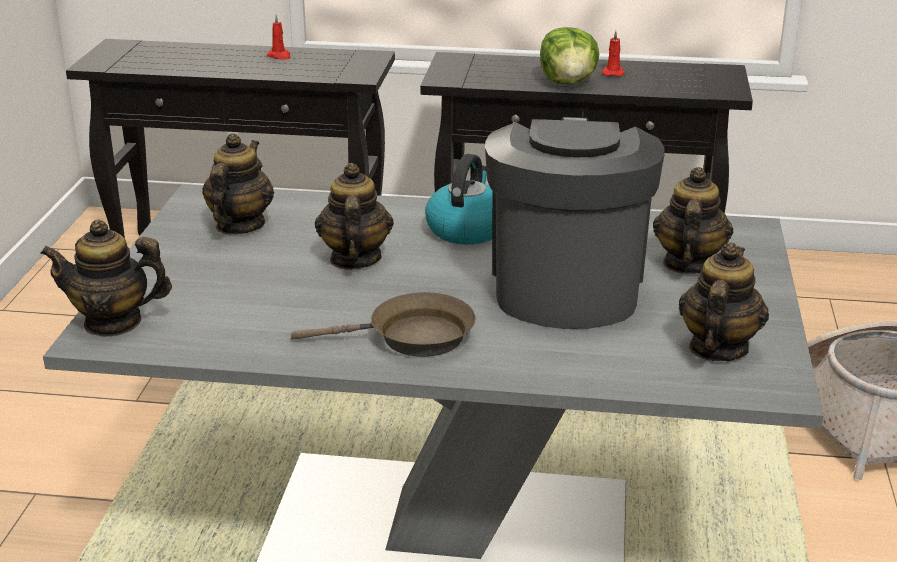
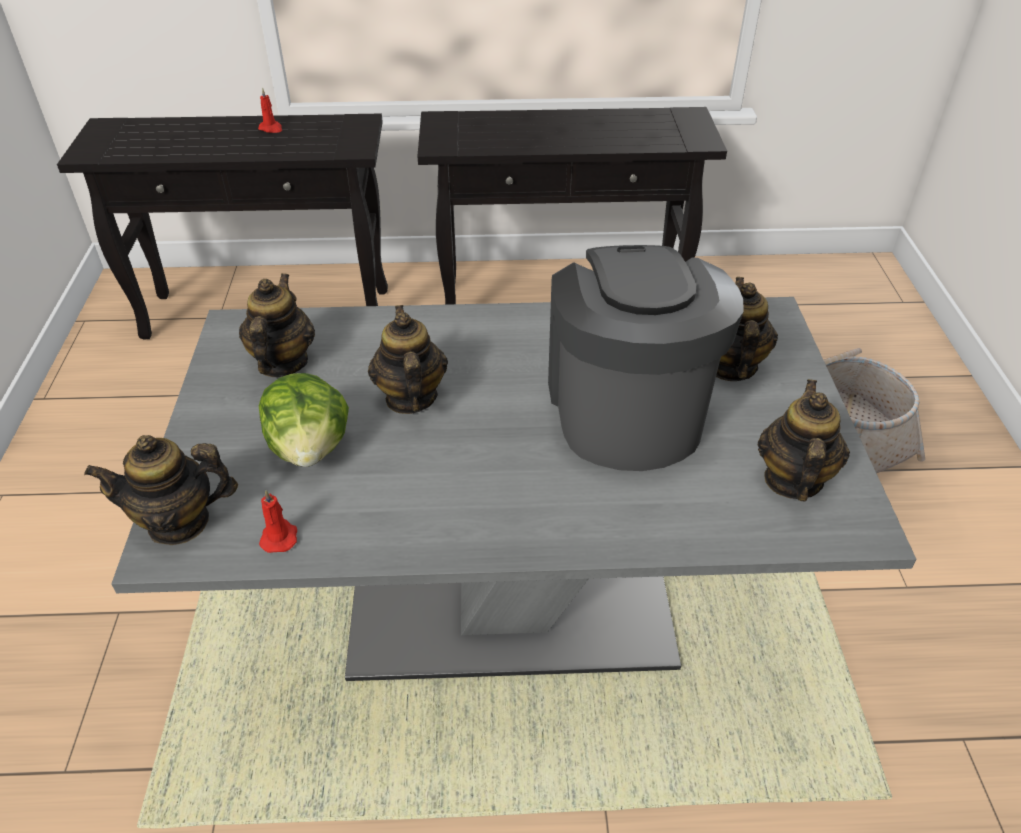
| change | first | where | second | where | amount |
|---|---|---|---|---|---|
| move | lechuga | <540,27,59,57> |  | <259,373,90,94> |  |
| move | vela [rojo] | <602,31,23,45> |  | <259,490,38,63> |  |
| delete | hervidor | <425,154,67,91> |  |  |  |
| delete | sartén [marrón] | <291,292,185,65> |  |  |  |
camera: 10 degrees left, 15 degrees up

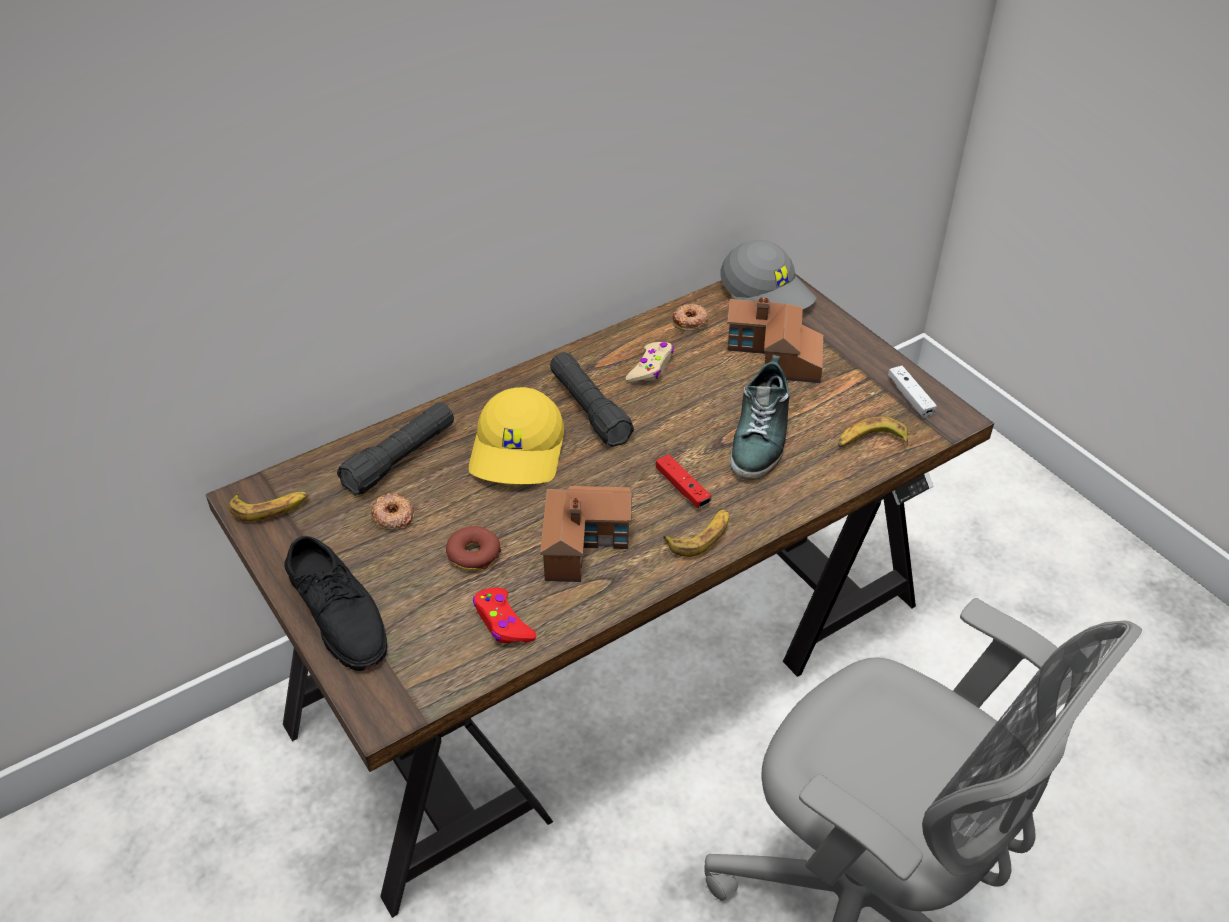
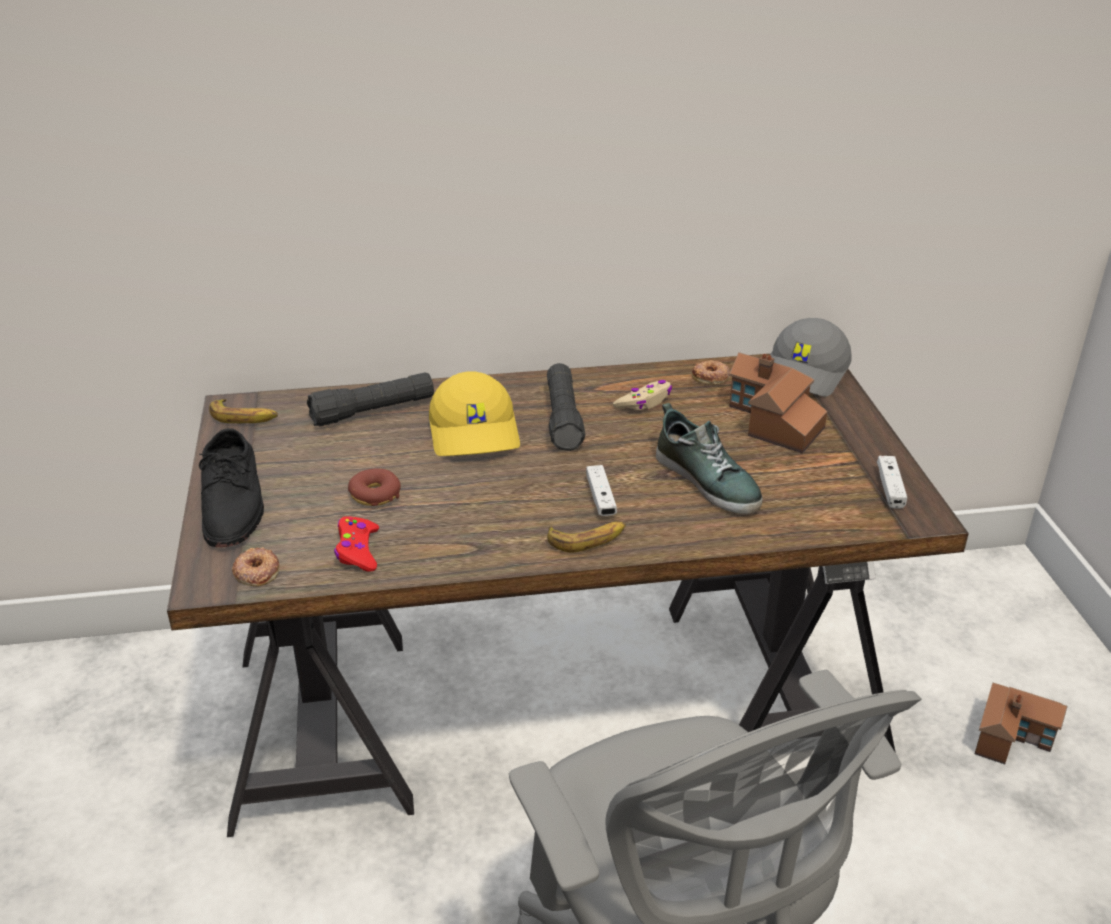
| change | first | where | second | where | amount |
|---|---|---|---|---|---|
| rotate | gorra [gris] | <720,240,96,70> |  | <770,318,81,79> | 45 degrees clockwise |
| rotate | zapato | <730,355,60,125> |  | <656,403,106,111> | 75 degrees counterclockwise |
| rotate | gorra [amarillo] | <469,387,95,98> |  | <429,372,91,84> | 45 degrees counterclockwise |
| delete | plátano | <838,416,70,32> |  |  |  |
| recolor | mando de consola [rojo] | <656,454,55,54> | mando de consola [blanco] | <586,465,31,51> |  |
| move | casita | <540,486,92,96> |  | <975,682,93,82> |  |
| move | rosquilla | <371,493,43,37> |  | <232,547,47,40> |  |
camera: 25 degrees right, 10 degrees down

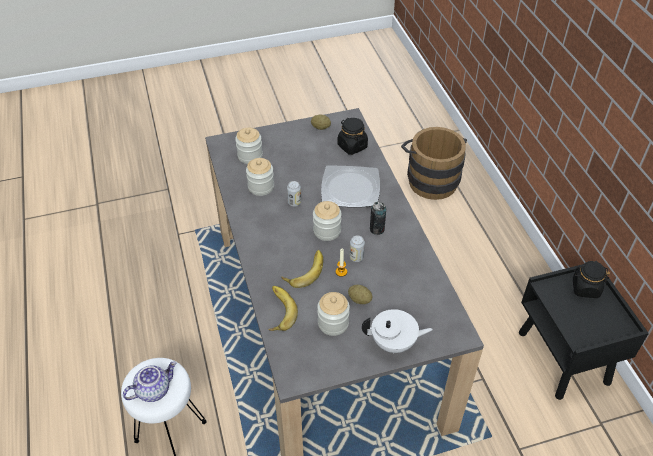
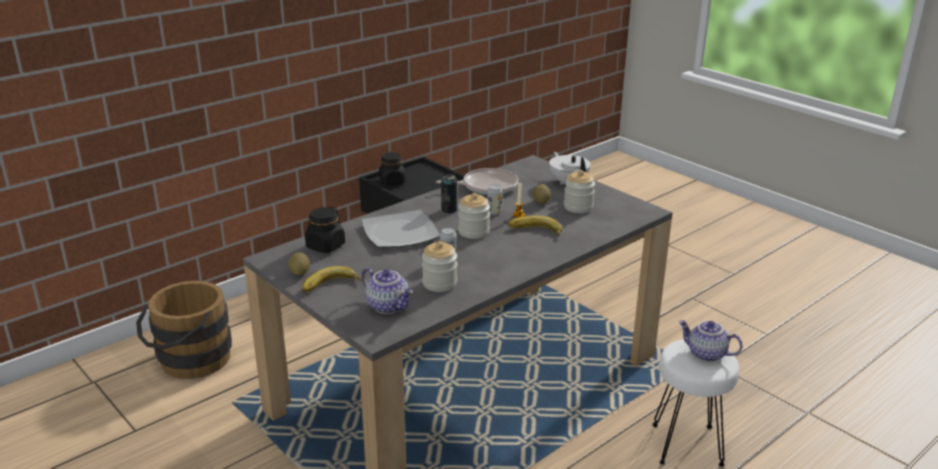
| change | first | where | second | where | amount |
|---|---|---|---|---|---|
| replace | tarro | <235,128,28,36> | tetera | <362,267,51,47> |  |
| move | plátano | <268,286,30,45> |  | <302,266,60,26> |  |
| insert |  |  | sartén | <436,168,82,27> |  |
camera: 115 degrees left, 20 degrees down

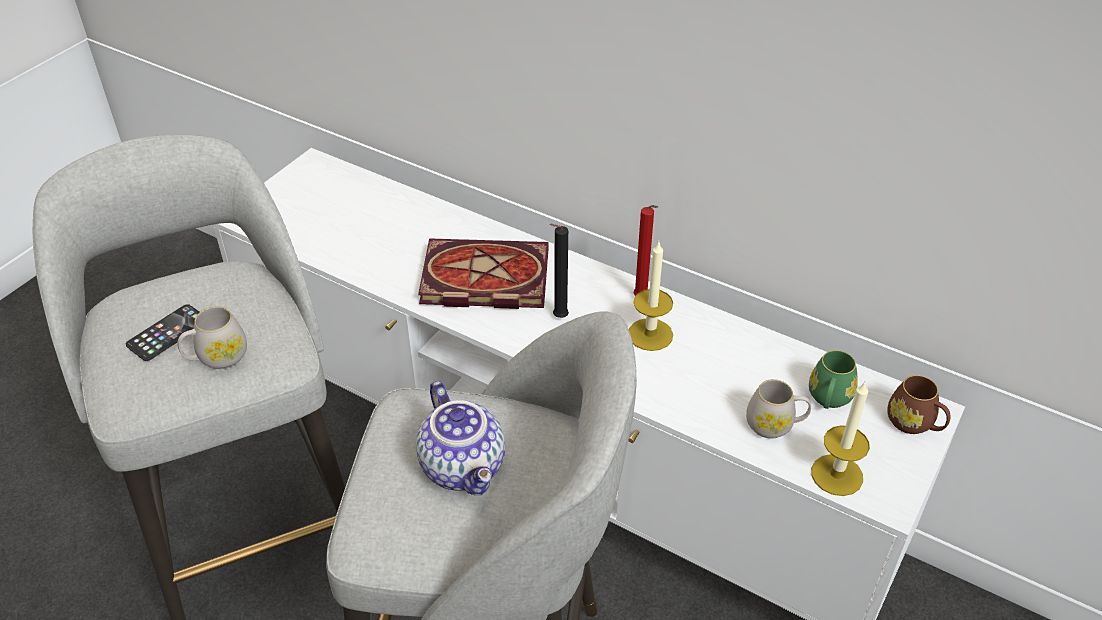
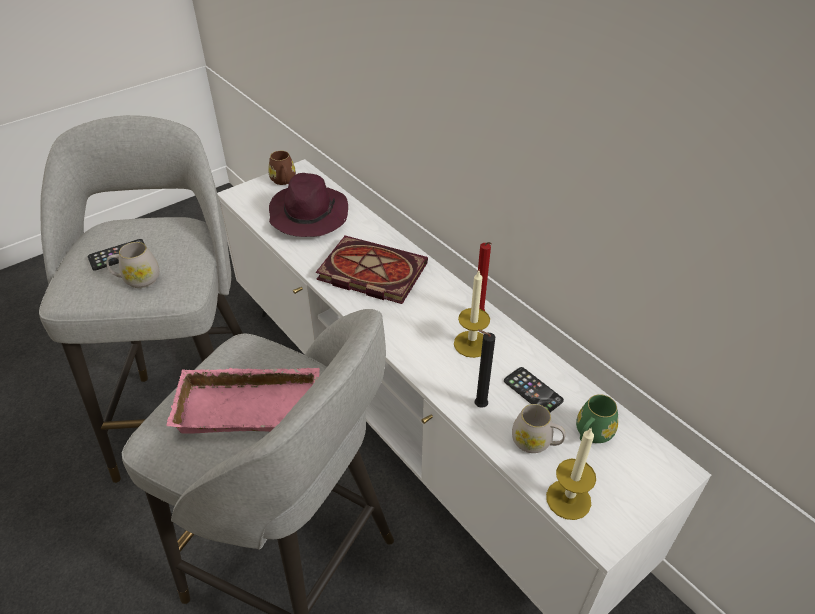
| change | first | where | second | where | amount |
|---|---|---|---|---|---|
| move | vela [negro] | <549,223,20,95> |  | <475,329,20,79> |  |
| move | taza grande [marrón] | <887,375,64,59> |  | <268,151,28,34> |  |
| replace | tetera | <416,381,89,115> | bandeja [rosa] | <166,368,154,66> |  |
| insert |  |  | sombrero [morado] | <269,173,79,64> |  |
| insert |  |  | móvil | <504,367,60,45> |  |
camera: 20 degrees right, 0 degrees up

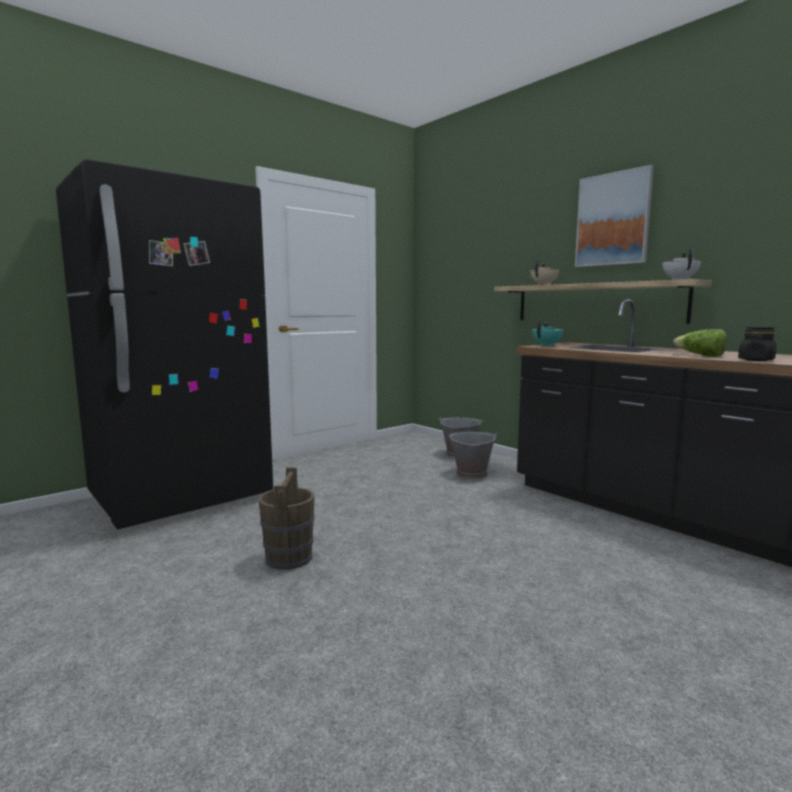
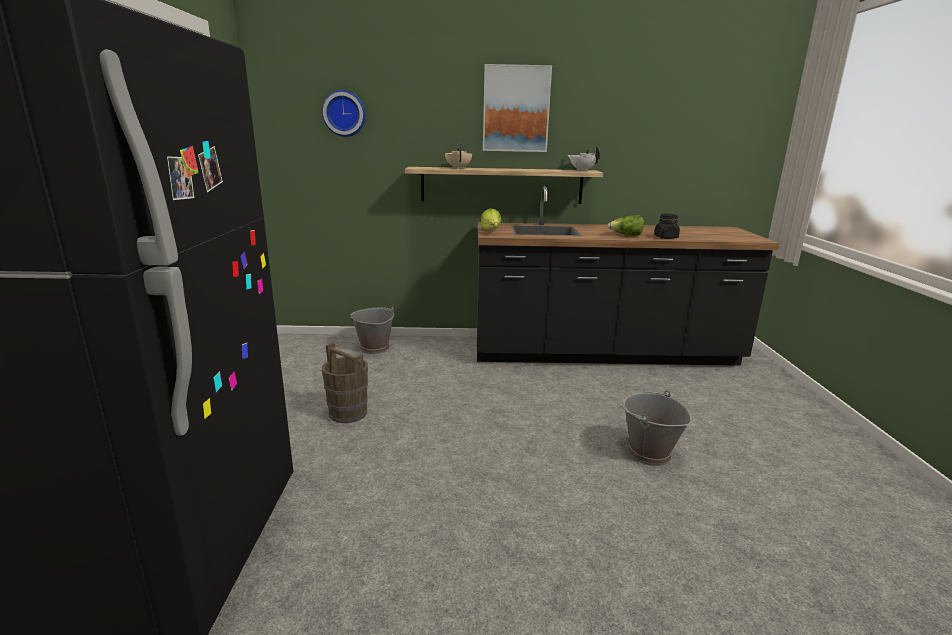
| change | first | where | second | where | amount |
|---|---|---|---|---|---|
| replace | tetera [turquesa] | <532,319,31,27> | lechuga | <480,208,22,23> |  |
| move | cubo [gris] | <448,432,49,47> |  | <622,390,70,76> |  |
| move | cubo [marrón] | <259,467,56,103> |  | <322,343,46,80> |  |
| insert |  |  | reloj de pared | <322,90,44,47> |  |
camera: 50 degrees left, 10 degrees up

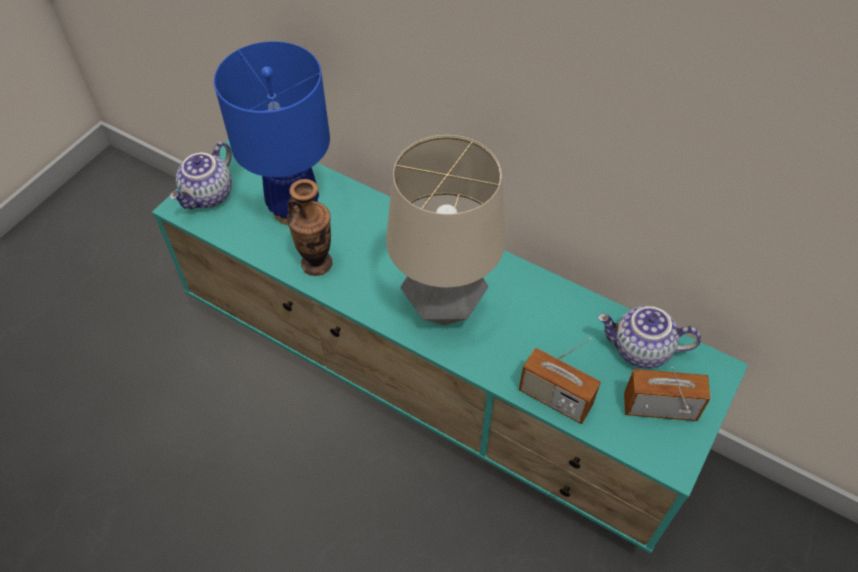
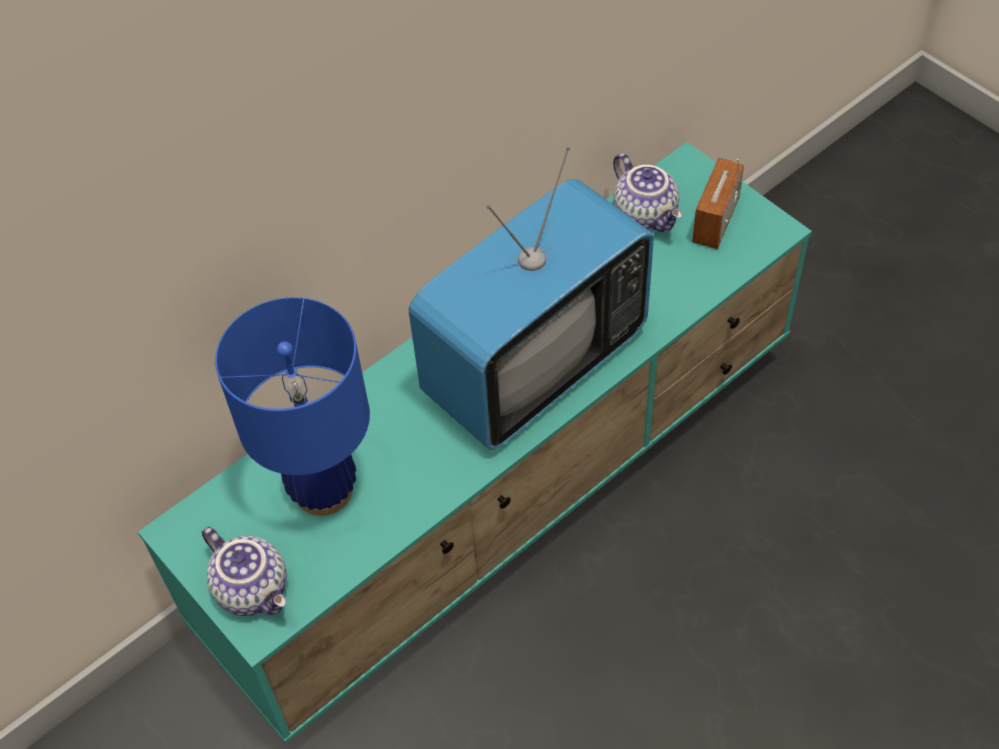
| change | first | where | second | where | amount |
|---|---|---|---|---|---|
| replace | lámpara de mesa | <386,135,119,190> | televisor | <408,147,246,303> |  |
| delete | florero | <287,179,45,97> |  |  |  |
| rotate | tetera | <597,306,104,62> |  | <613,153,69,79> | 60 degrees counterclockwise |
| delete | radio | <519,338,82,86> |  |  |  |
camera: 70 degrees left, 0 degrees up

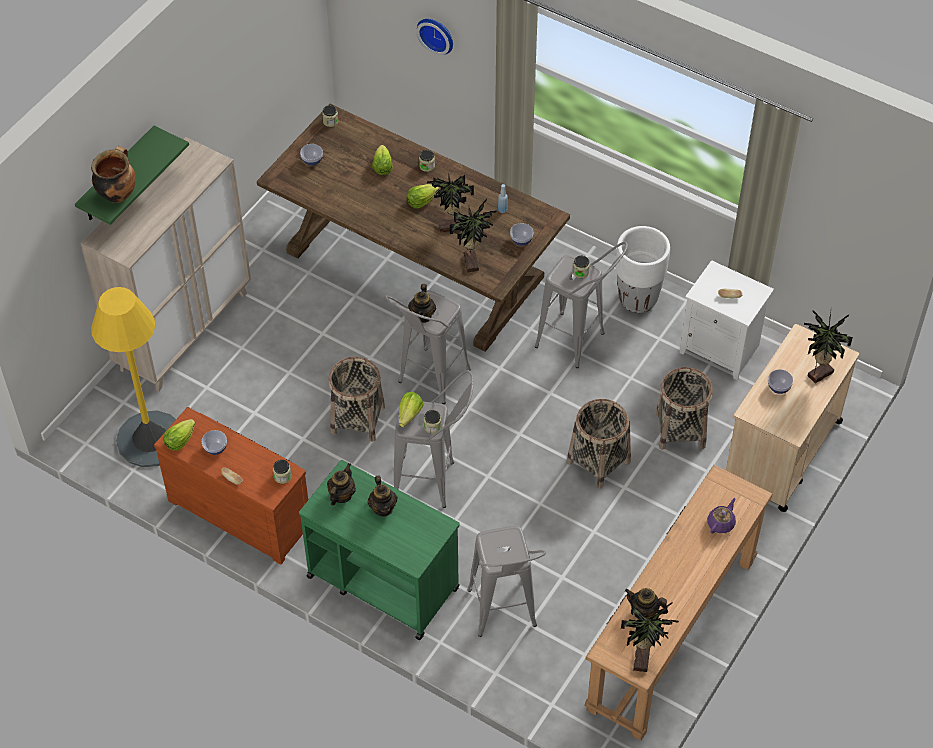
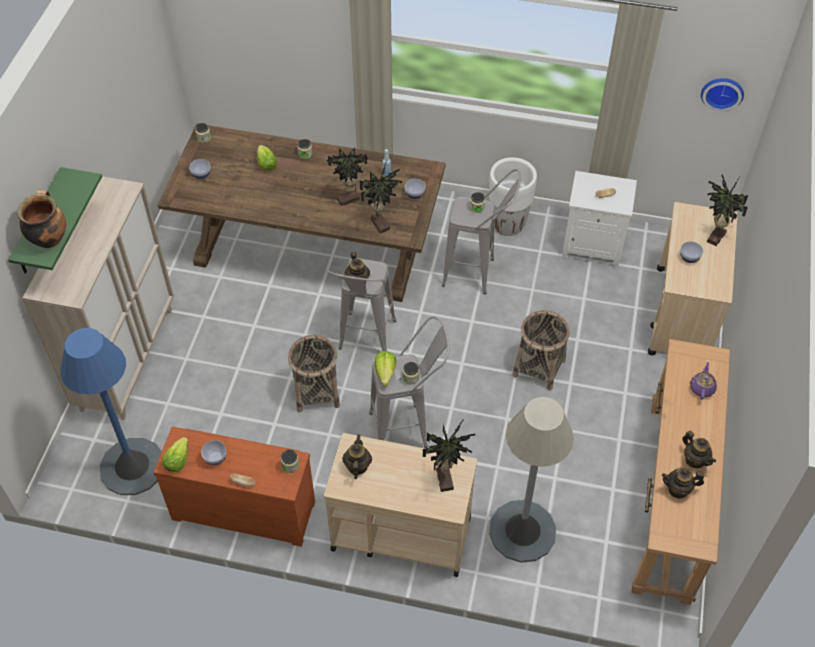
| change | first | where | second | where | amount |
|---|---|---|---|---|---|
| move | reloj de pared | <417,19,36,36> |  | <701,78,43,34> |  |
| delete | lechuga | <407,184,32,25> |  |  |  |
| recolor | lámpara de pie [amarillo] | <91,287,85,180> | lámpara de pie [azul] | <61,328,101,167> |  |
| delete | cesta | <656,367,57,83> |  |  |  |
| recolor | carrito [verde] | <299,460,161,180> | carrito [beis] | <324,433,153,144> |  |
| move | tetera | <368,475,29,42> |  | <682,431,34,37> |  |
| replace | taburete [gris] | <467,526,79,111> | lámpara de pie [gris] | <489,397,85,166> |  |
| move | planta en maceta | <621,603,58,69> |  | <423,419,52,73> |  |
camera: 20 degrees left, 0 degrees up

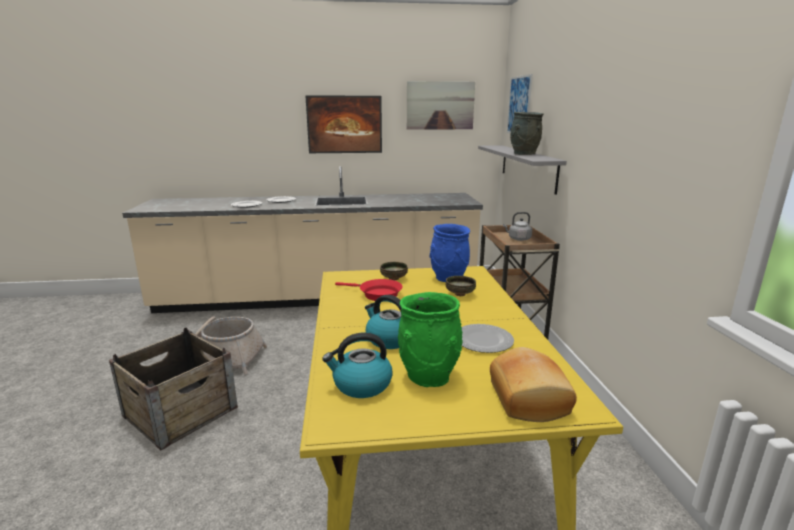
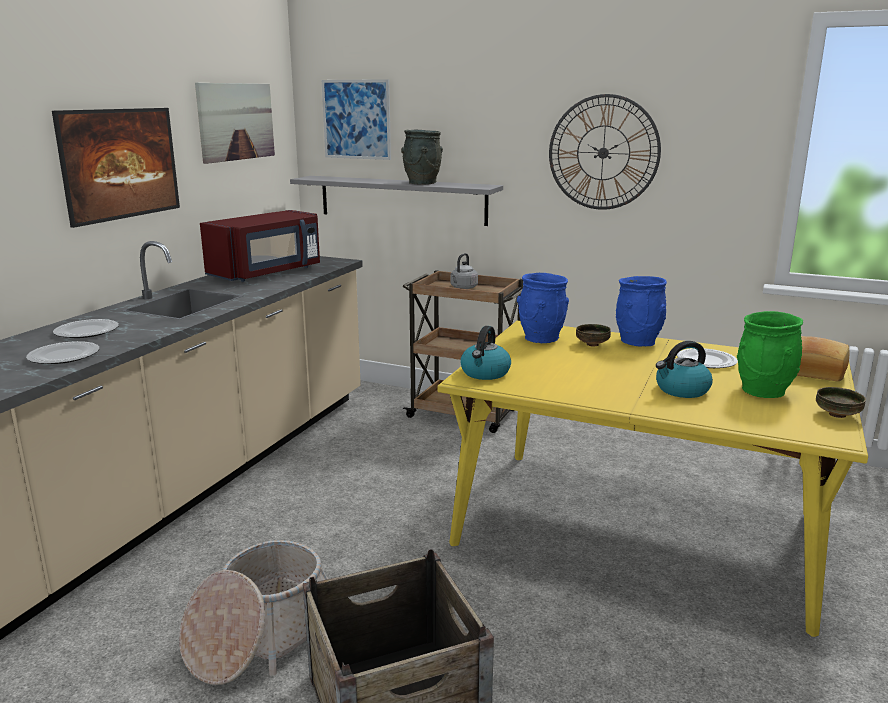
| change | first | where | second | where | amount |
|---|---|---|---|---|---|
| move | cuenco | <380,262,28,18> |  | <816,387,50,31> |  |
| delete | sartén [rojo] | <335,279,68,22> |  |  |  |
| move | hervidor | <322,333,70,65> |  | <460,326,51,54> |  |
| insert |  |  | reloj de pared | <549,94,112,116> |  |
| insert |  |  | microondas [rojo] | <200,210,120,72> |  |
| insert |  |  | florero [azul] | <616,276,51,71> |  |
camera: 60 degrees left, 0 degrees up

